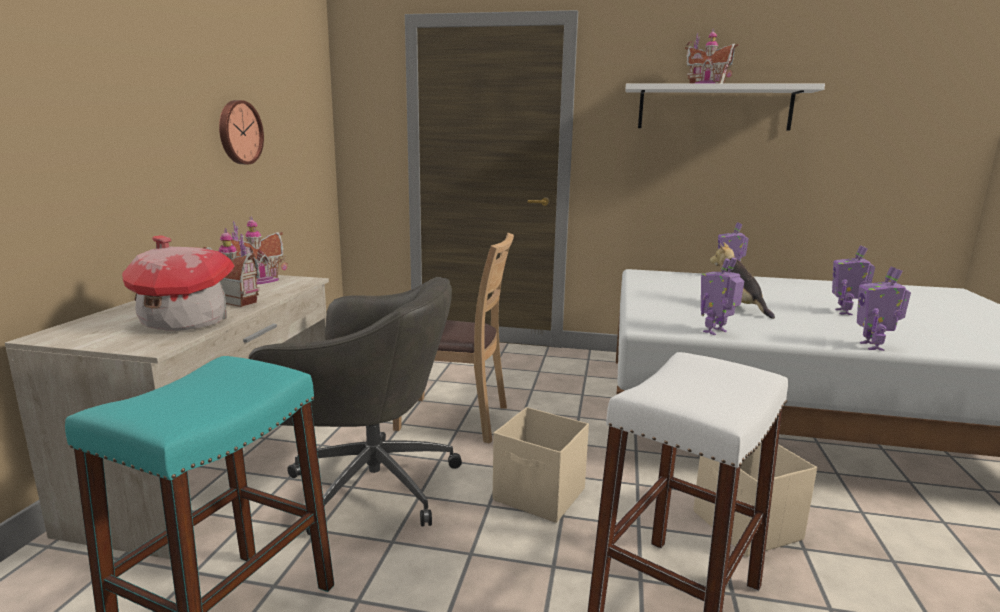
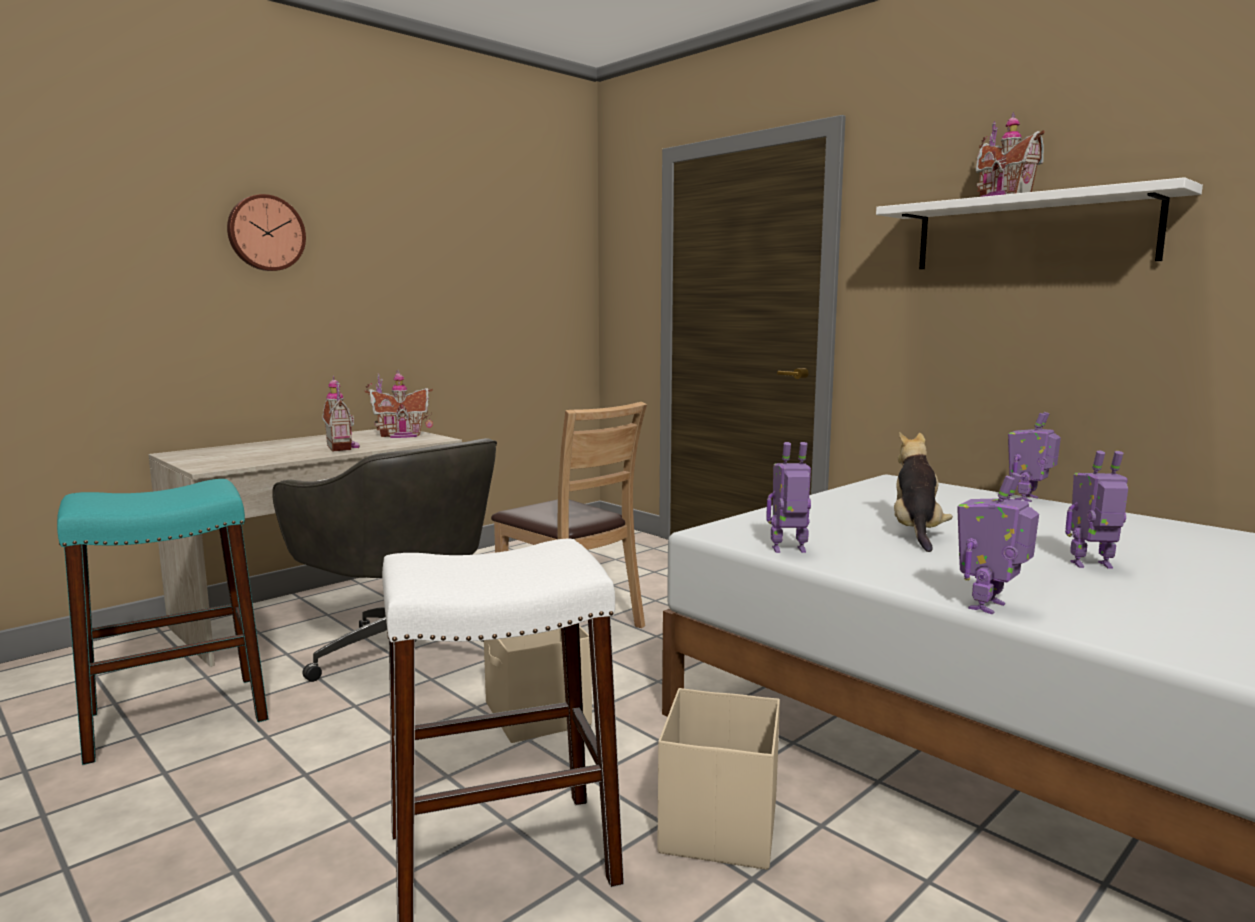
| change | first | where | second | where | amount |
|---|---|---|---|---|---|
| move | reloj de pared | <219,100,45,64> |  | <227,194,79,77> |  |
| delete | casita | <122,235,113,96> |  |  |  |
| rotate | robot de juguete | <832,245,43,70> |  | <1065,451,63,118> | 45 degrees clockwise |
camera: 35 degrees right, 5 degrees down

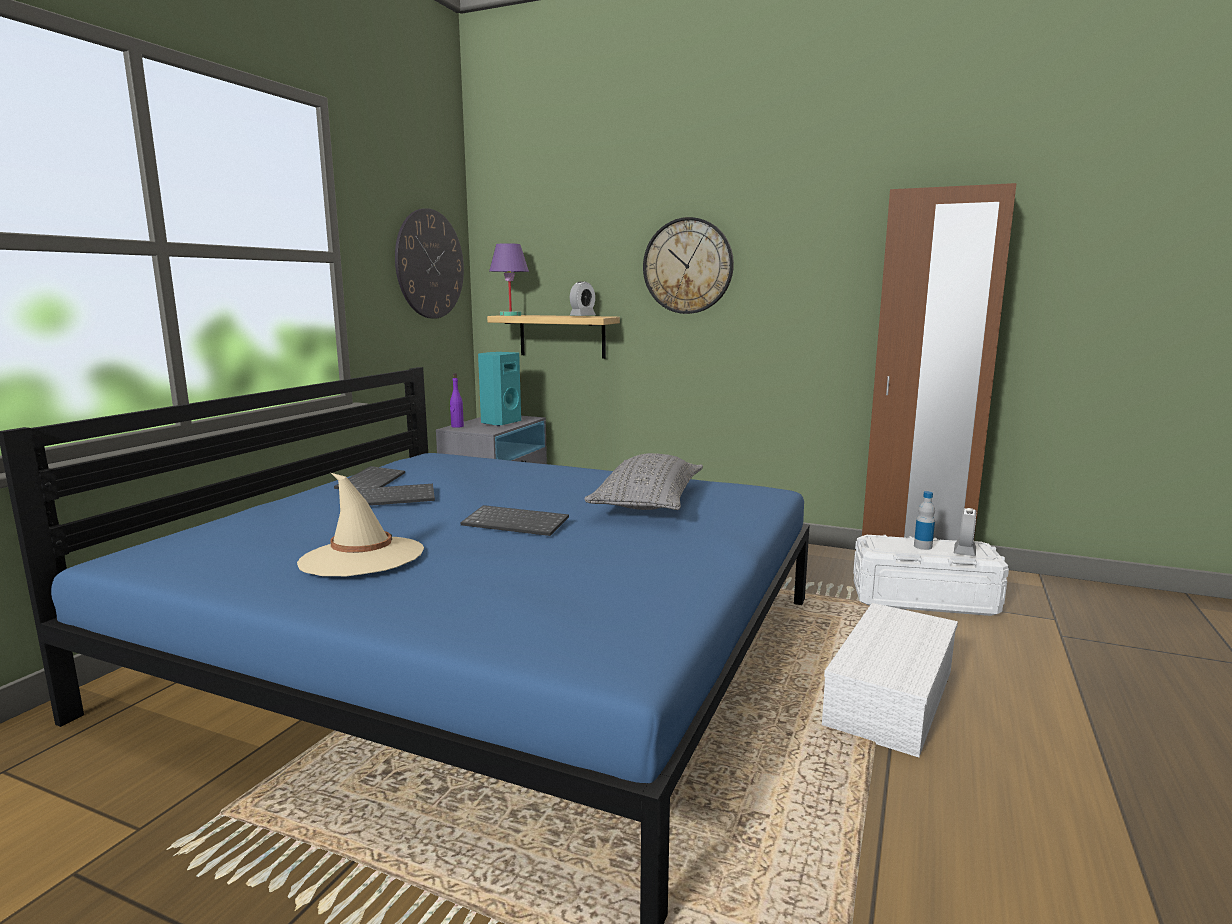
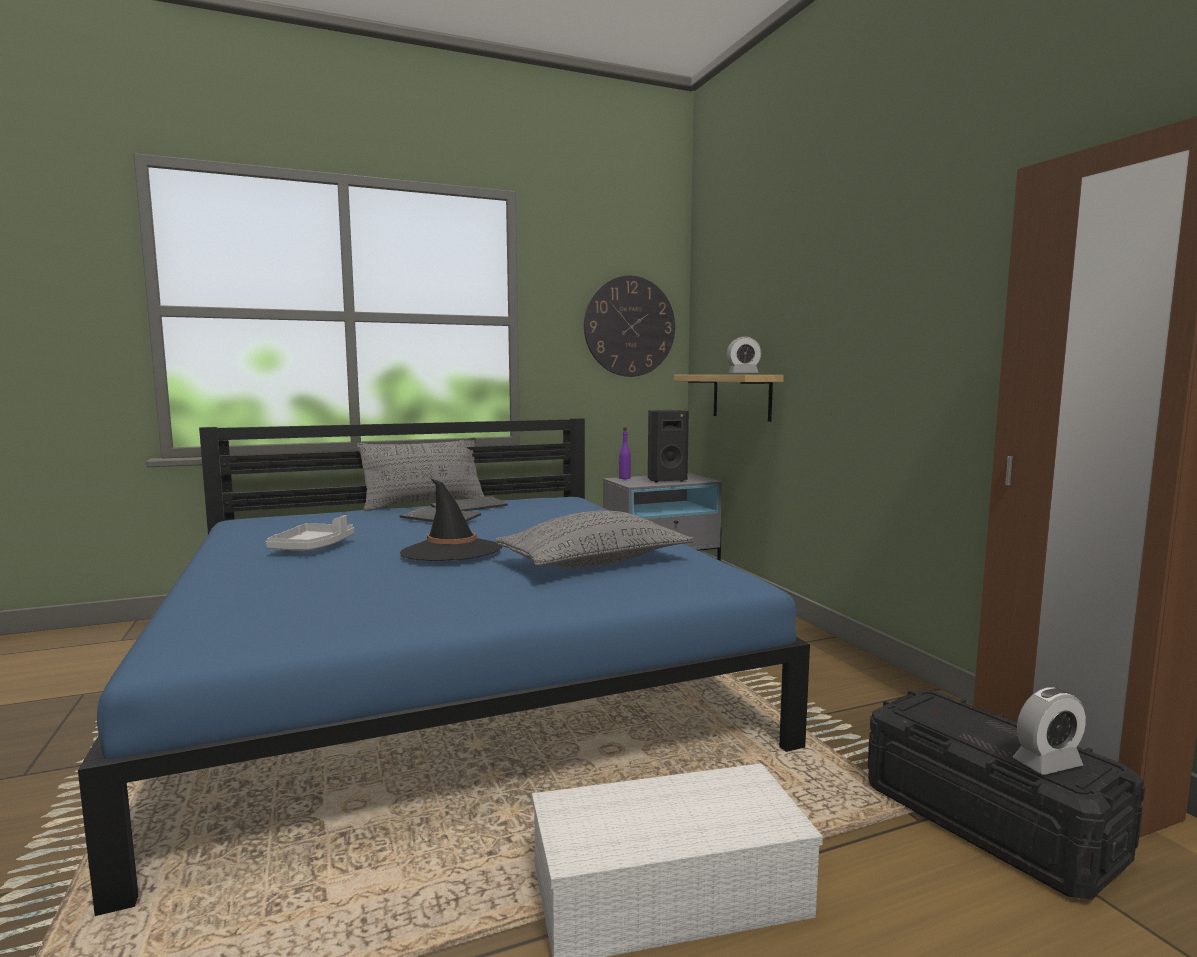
| change | first | where | second | where | amount |
|---|---|---|---|---|---|
| delete | reloj de pared | <643,217,91,97> |  |  |  |
| delete | lámpara de mesa [morado] | <489,243,40,73> |  |  |  |
| recolor | altavoz [turquesa] | <478,352,43,74> | altavoz [negro] | <648,410,41,72> |  |
| replace | sombrero [beis] | <297,473,127,103> | bandeja [gris] | <266,515,88,36> |  |
| delete | botella | <914,491,21,59> |  |  |  |
| replace | teclado | <460,505,109,31> | sombrero [negro] | <400,478,102,83> |  |
| recolor | caja de almacenaje [blanco] | <853,535,156,81> | caja de almacenaje [negro] | <868,690,277,210> |  |
| insert |  |  | cojín [gris] | <357,437,128,74> |  |
camera: 45 degrees right, 5 degrees down

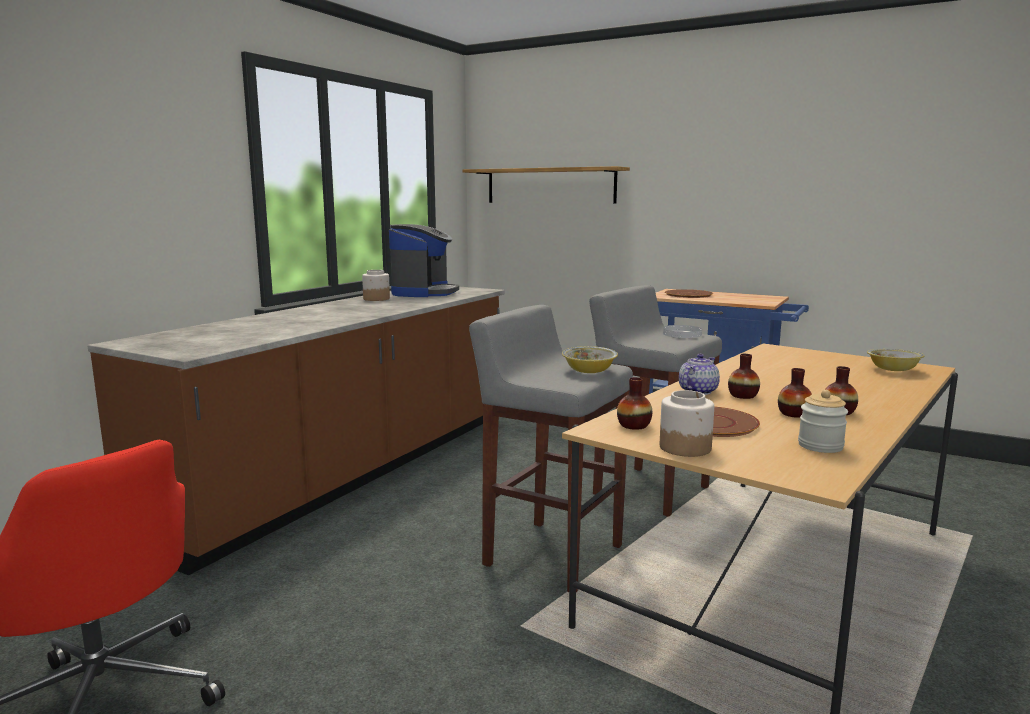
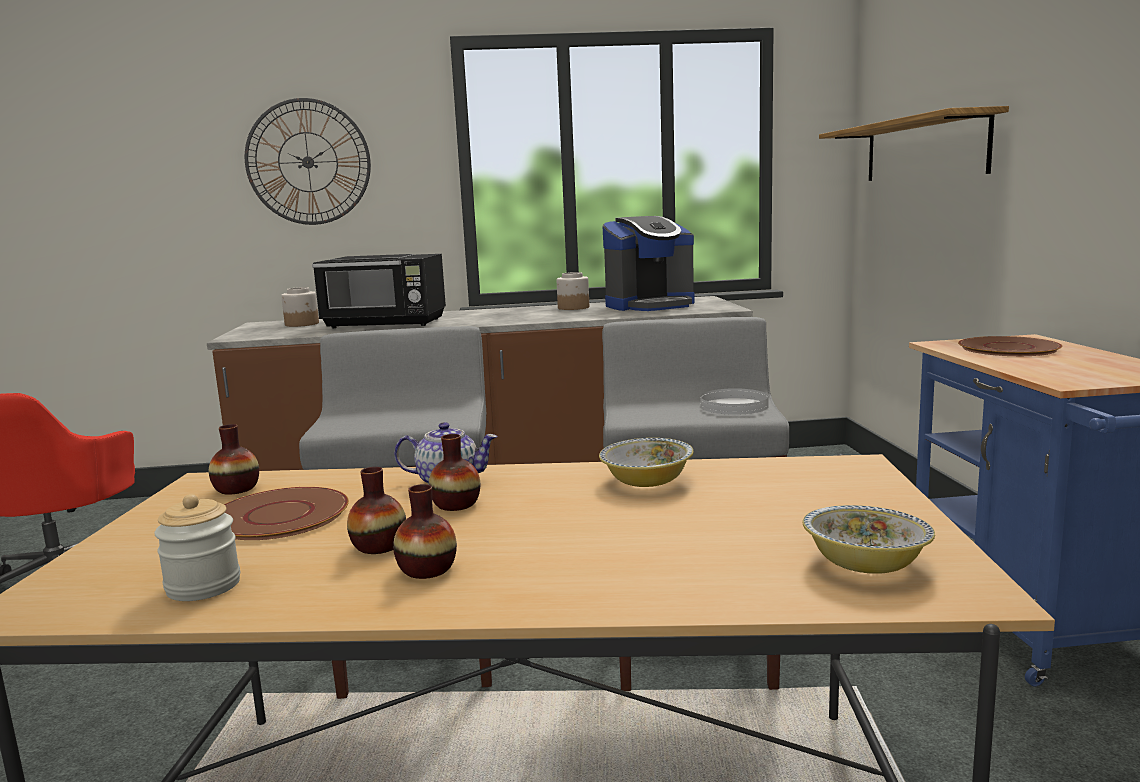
| change | first | where | second | where | amount |
|---|---|---|---|---|---|
| move | cuenco | <562,346,56,27> |  | <599,438,94,49> |  |
| move | tarro | <660,390,54,67> |  | <281,287,38,40> |  |
| insert |  |  | reloj de pared | <245,98,126,127> |  |
| insert |  |  | microondas [negro] | <312,254,134,74> |  |
camera: 55 degrees right, 0 degrees up

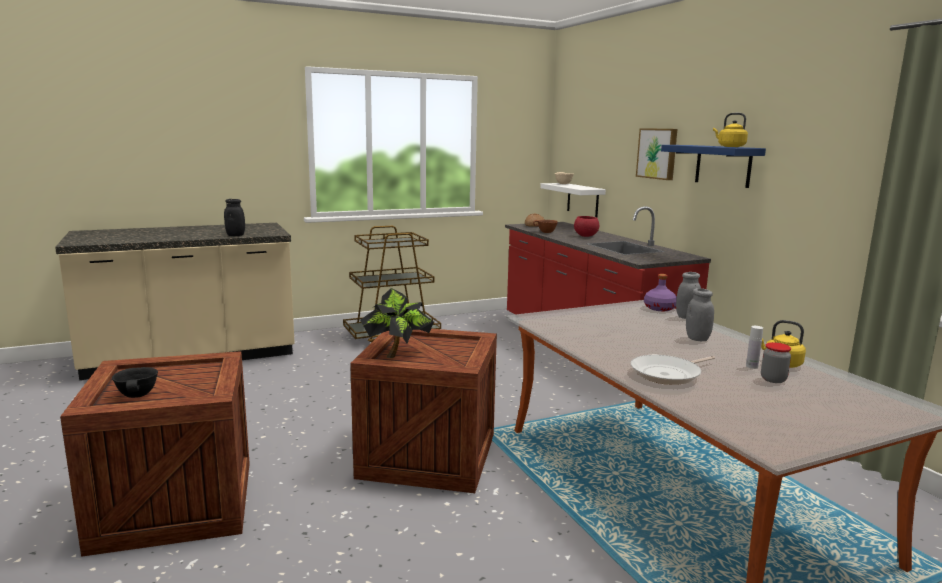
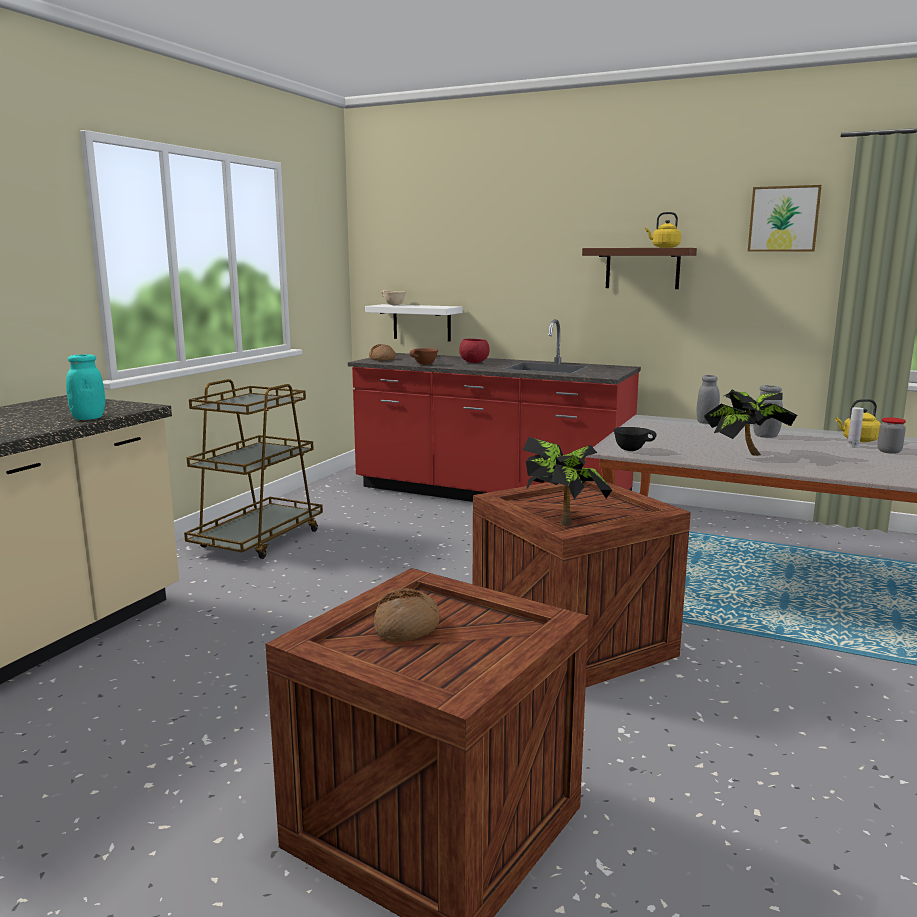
| change | first | where | second | where | amount |
|---|---|---|---|---|---|
| move | cuadro | <636,128,42,52> |  | <748,185,74,67> |  |
| recolor | estante [azul] | <661,145,105,43> | estante [marrón] | <582,248,115,41> |  |
| recolor | tarro [negro] | <224,199,21,37> | tarro [turquesa] | <66,354,39,66> |  |
| delete | botella [morado] | <644,274,33,37> |  |  |  |
| delete | sartén | <630,355,85,30> |  |  |  |
| move | cuenco [negro] | <112,367,46,31> |  | <613,427,43,24> |  |
| insert |  |  | planta en maceta | <704,390,93,66> |  |
| insert |  |  | pan | <374,588,65,54> |  |
camera: 40 degrees left, 0 degrees up

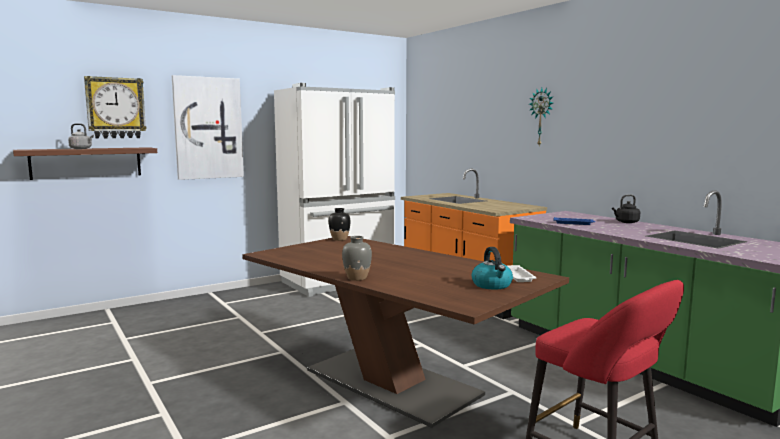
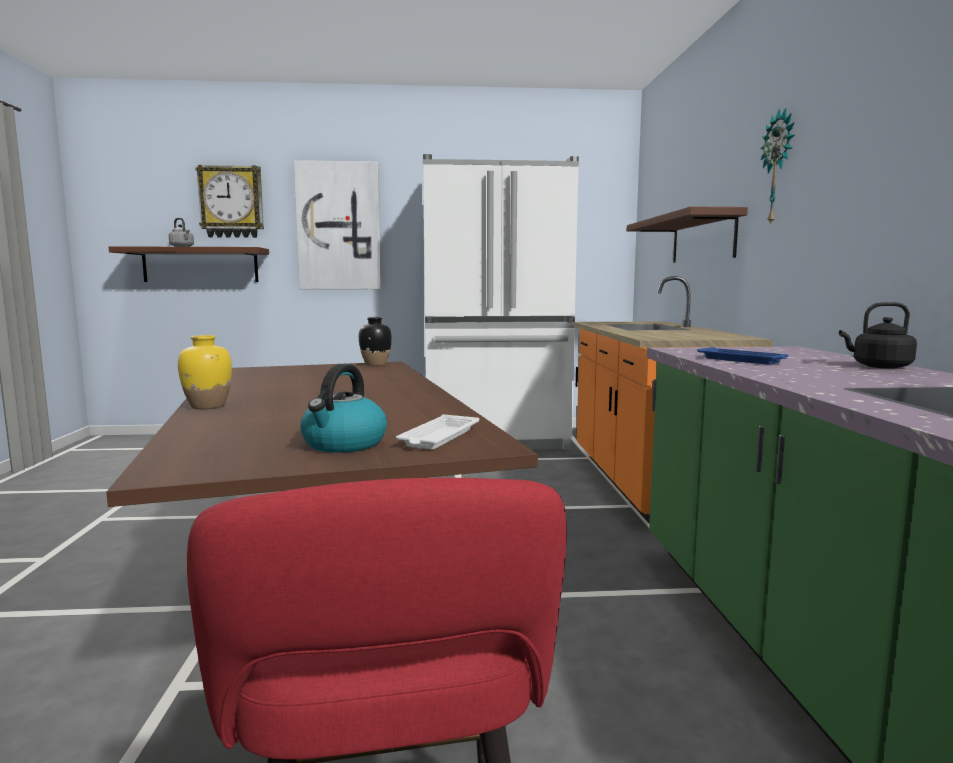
| change | first | where | second | where | amount |
|---|---|---|---|---|---|
| recolor | florero [gris] | <342,236,30,45> | florero [amarillo] | <178,335,54,74> |  |
| insert |  |  | estante [marrón] | <627,206,121,57> |  |
camera: 30 degrees right, 0 degrees up

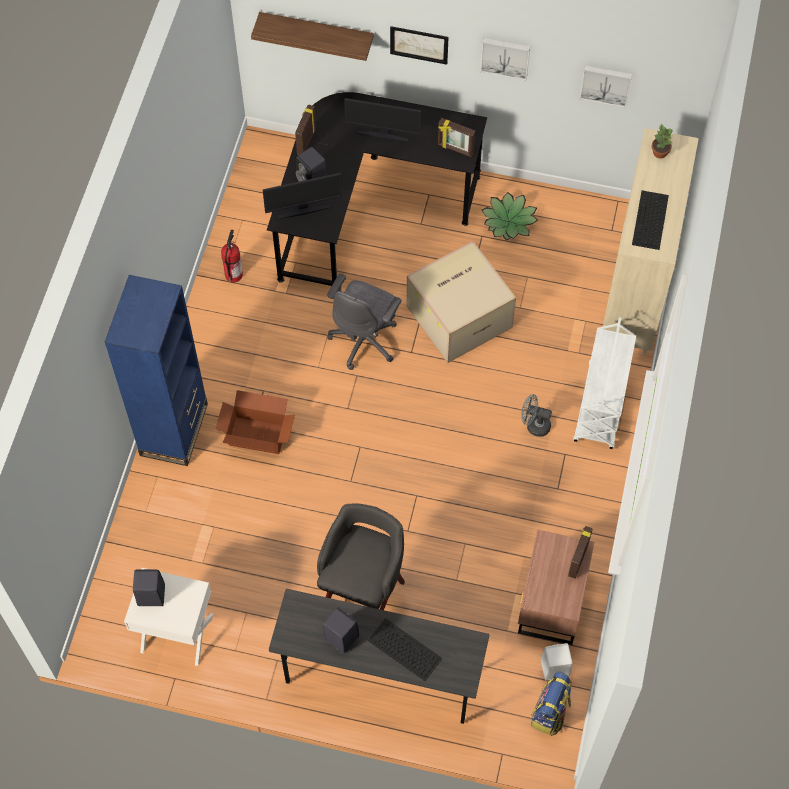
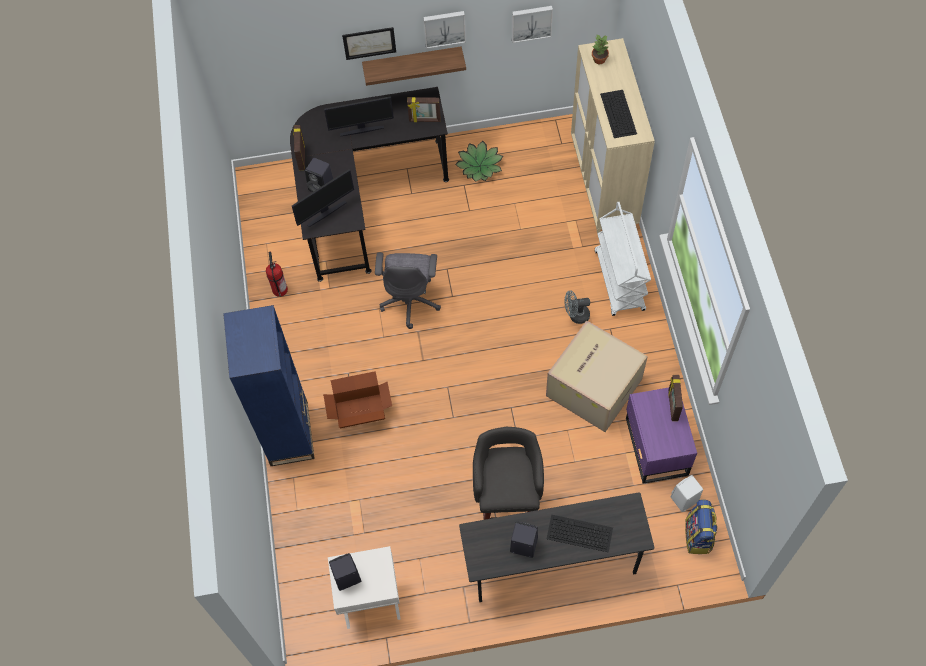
| change | first | where | second | where | amount |
|---|---|---|---|---|---|
| move | estante | <251,12,123,49> |  | <362,47,104,39> |  |
| move | caja de cartón | <407,241,109,122> |  | <546,321,102,111> |  |
| recolor | mesita de noche [marrón] | <518,530,76,115> | mesita de noche [morado] | <626,388,71,96> |  |
camera: 20 degrees left, 0 degrees up

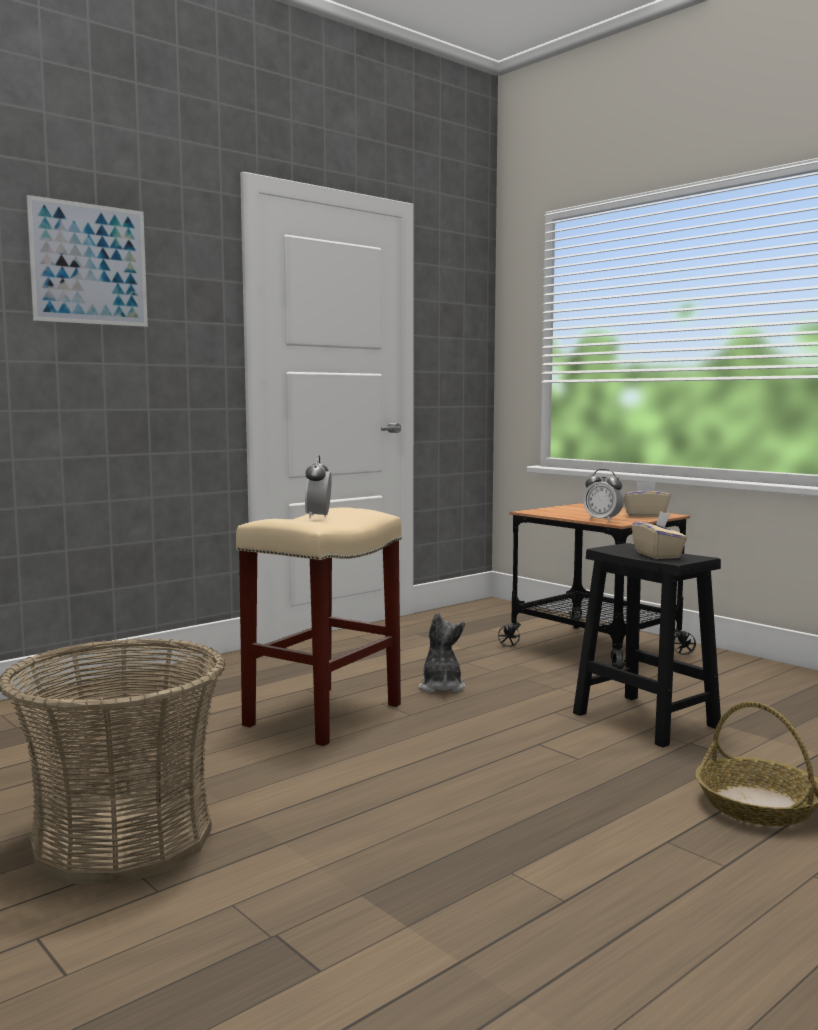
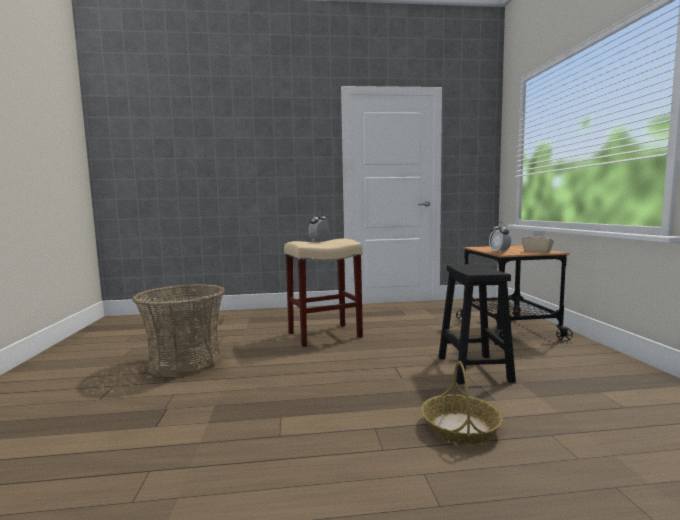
| change | first | where | second | where | amount |
|---|---|---|---|---|---|
| delete | cuadro | <26,195,122,132> |  |  |  |
| delete | caja de pañuelos [beis] | <632,511,55,48> |  |  |  |
| delete | peluche | <418,613,47,80> |  |  |  |
camera: 35 degrees right, 0 degrees up

